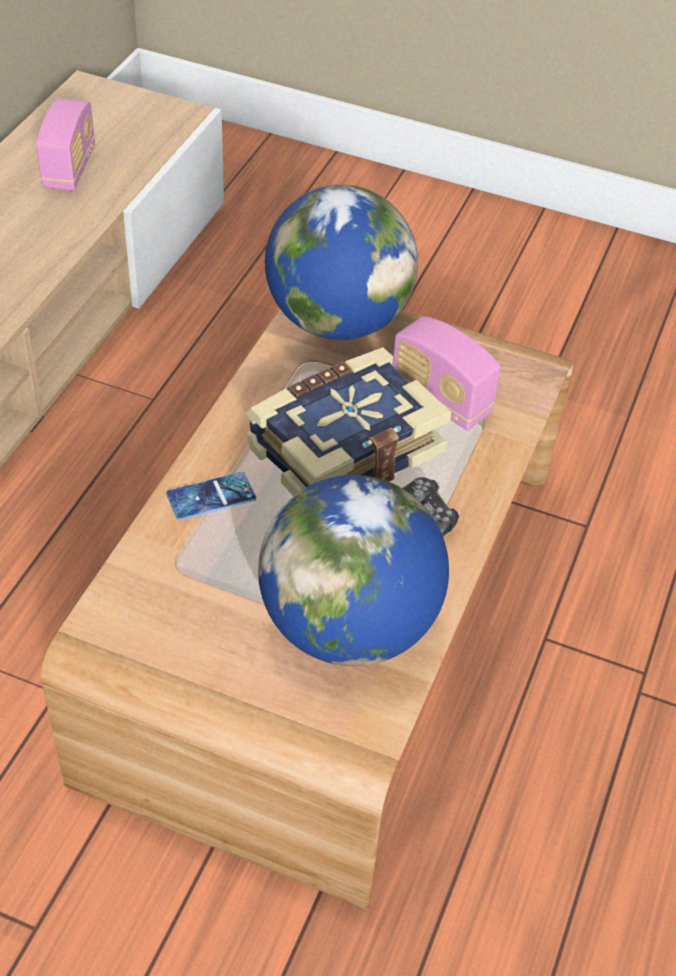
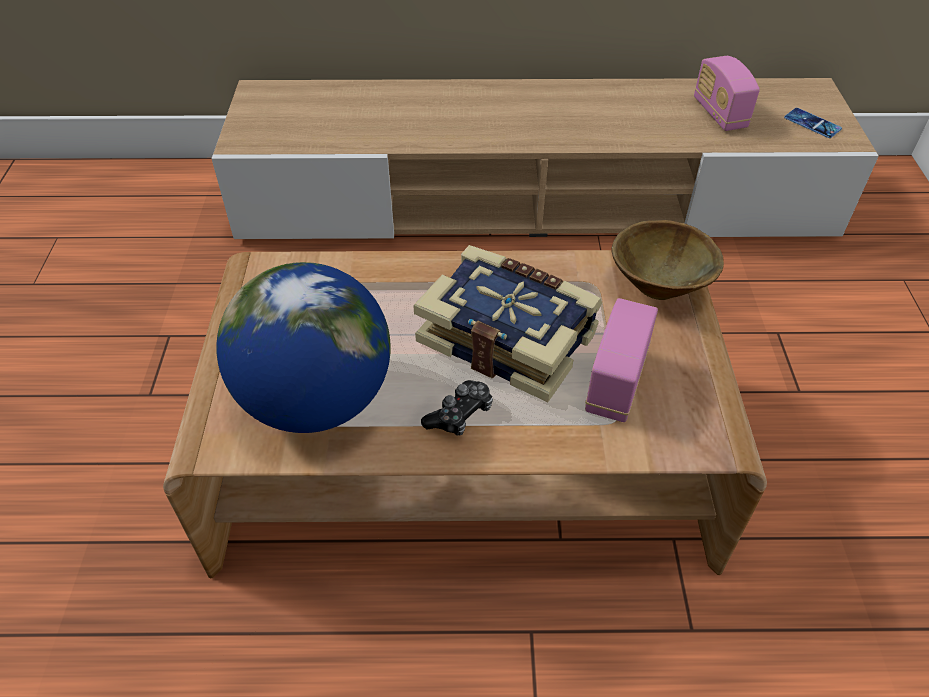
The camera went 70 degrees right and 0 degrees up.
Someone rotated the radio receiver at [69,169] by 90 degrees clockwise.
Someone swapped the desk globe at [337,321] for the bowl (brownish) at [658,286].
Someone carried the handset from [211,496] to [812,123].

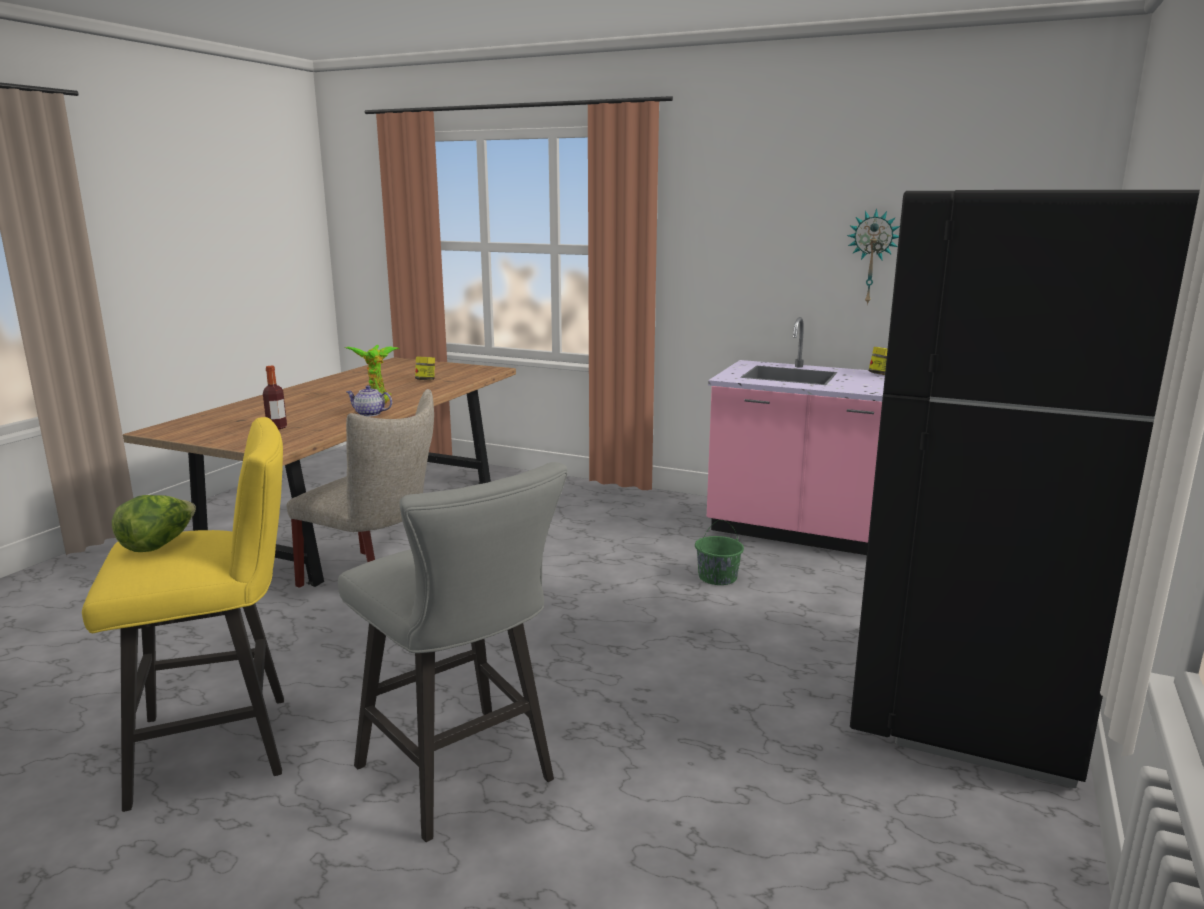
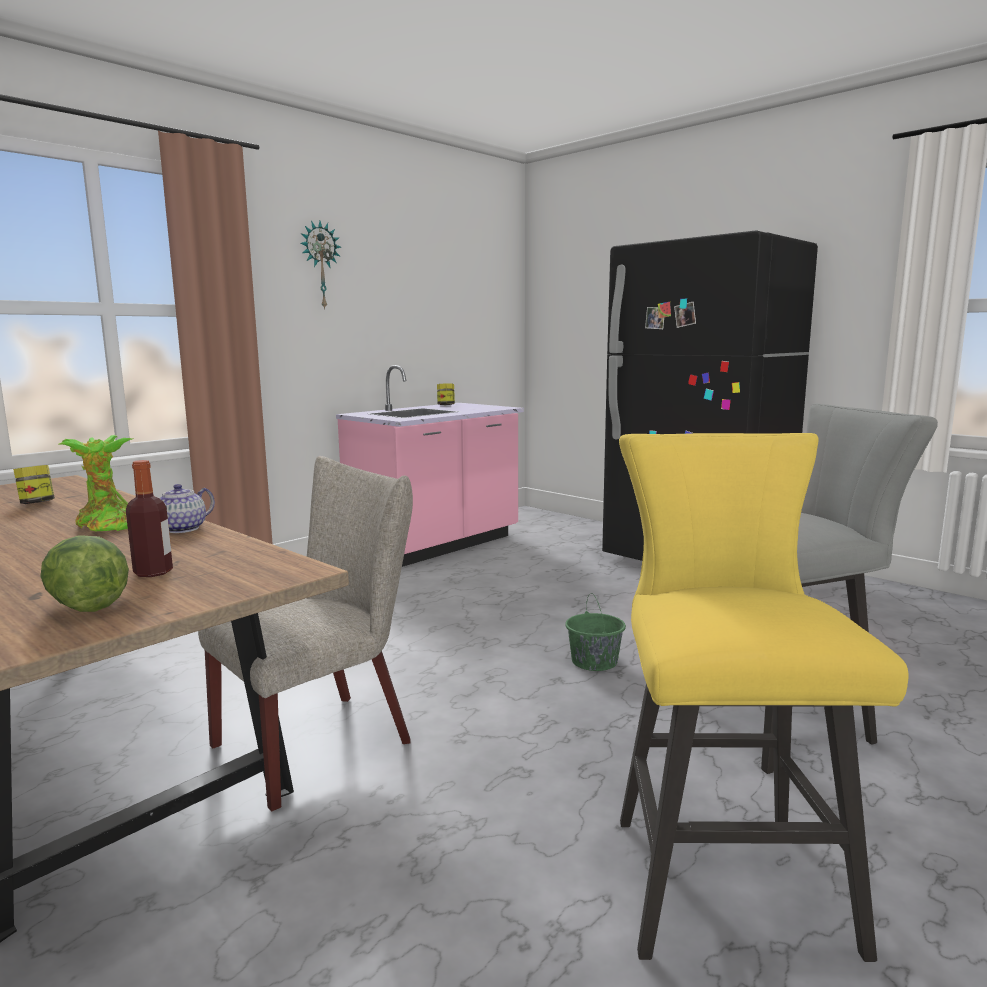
The camera went 70 degrees left and 5 degrees down.
Someone carried the wall clock from [872,257] to [320,265].
Someone carried the head of lettuce from [158,545] to [86,605].
Someone carried the bucket (green-coloured) from [717,577] to [594,662].

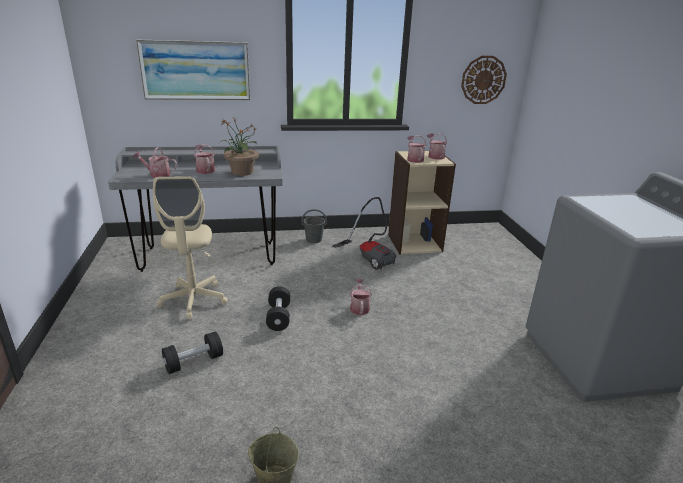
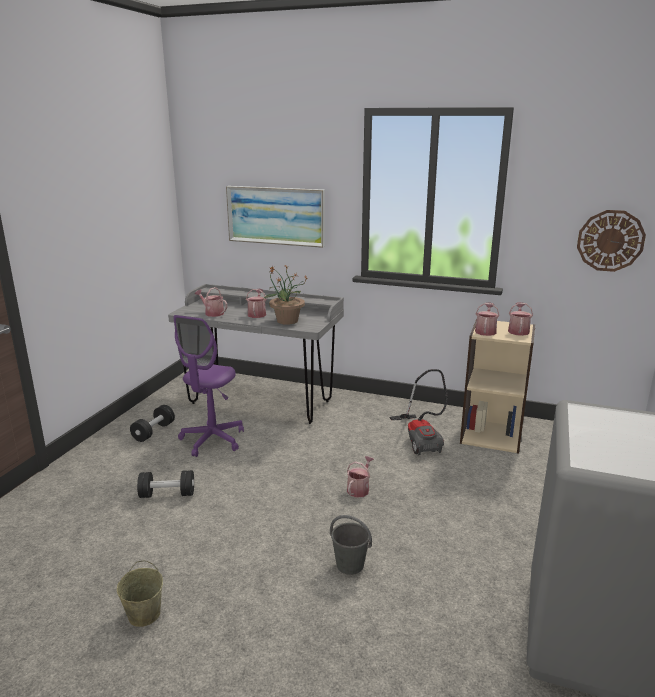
The camera went 30 degrees right and 5 degrees down.
Someone repainted the computer chair (sand-coloured) at [194,300], which became the computer chair (purple-coloured) at [212,440].
Someone carried the bucket (grey) from [314,240] to [350,565].
Someone carried the free weight (blackish) from [278,317] to [154,432].

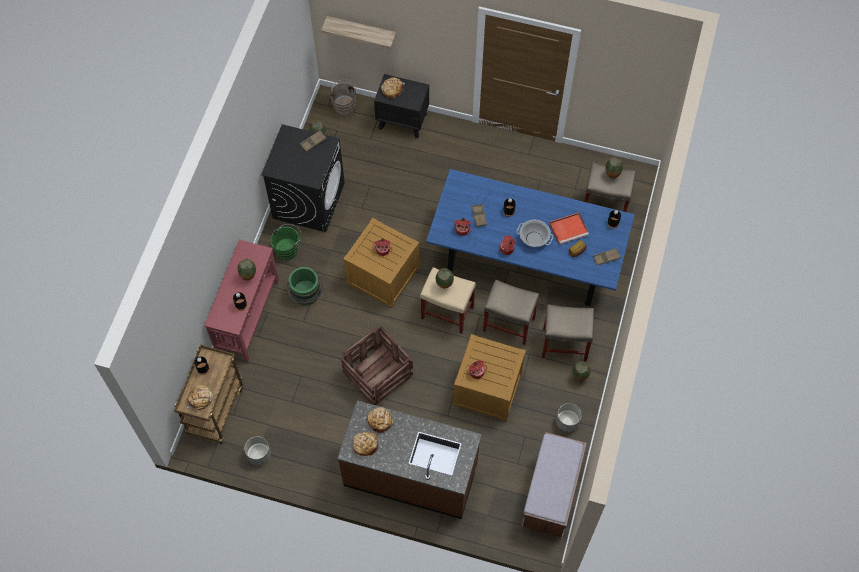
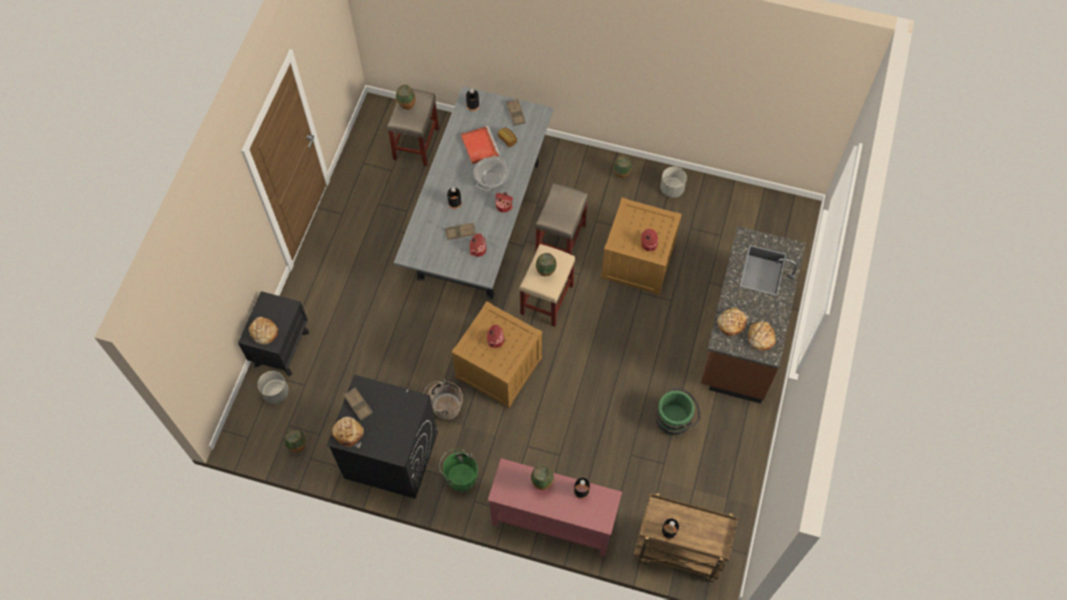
The camera went 90 degrees left and 0 degrees up.
Someone took away the wall shelf at [361,30].
Someone carried the bucket (brownish) from [344,105] to [444,407].
Someone repainted the dinner table (blue) at [526,258], which became the dinner table (grey) at [479,220].
Someone carried the bucket (green-coloured) from [306,295] to [676,418].
Someone took away the stool (sand-coloured) at [563,344].
Someone took away the crate at [377,375].
Someone carried the bread from [201,399] to [349,433].
Someone took away the bench (brownish) at [551,494].
Someone carried the planter (grey) from [259,455] to [276,393].

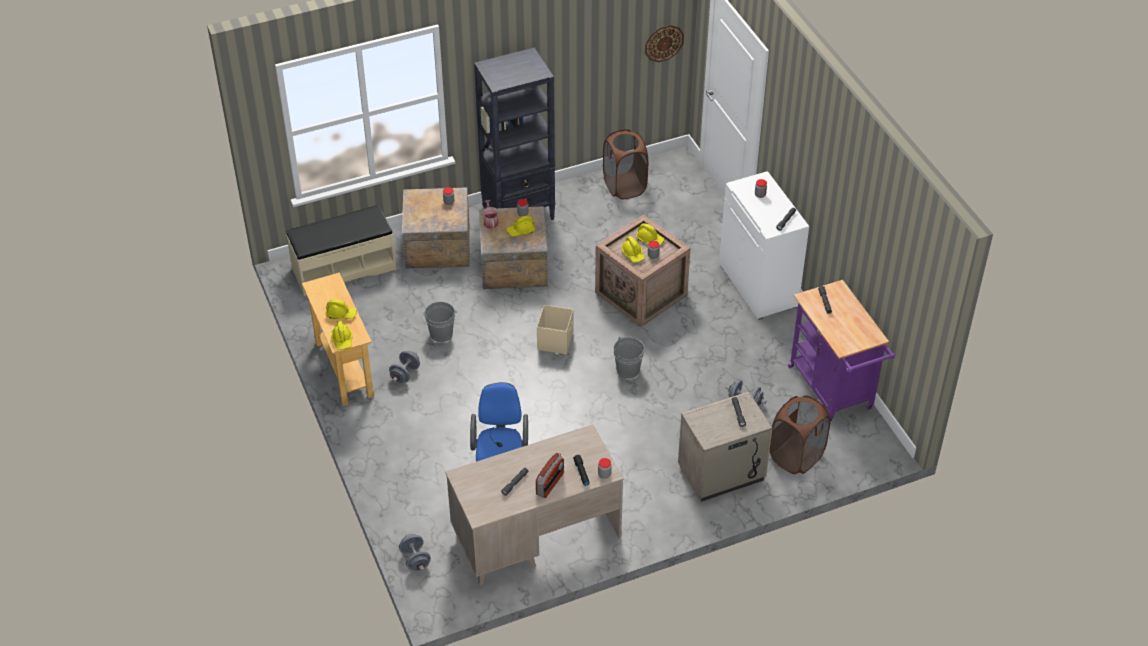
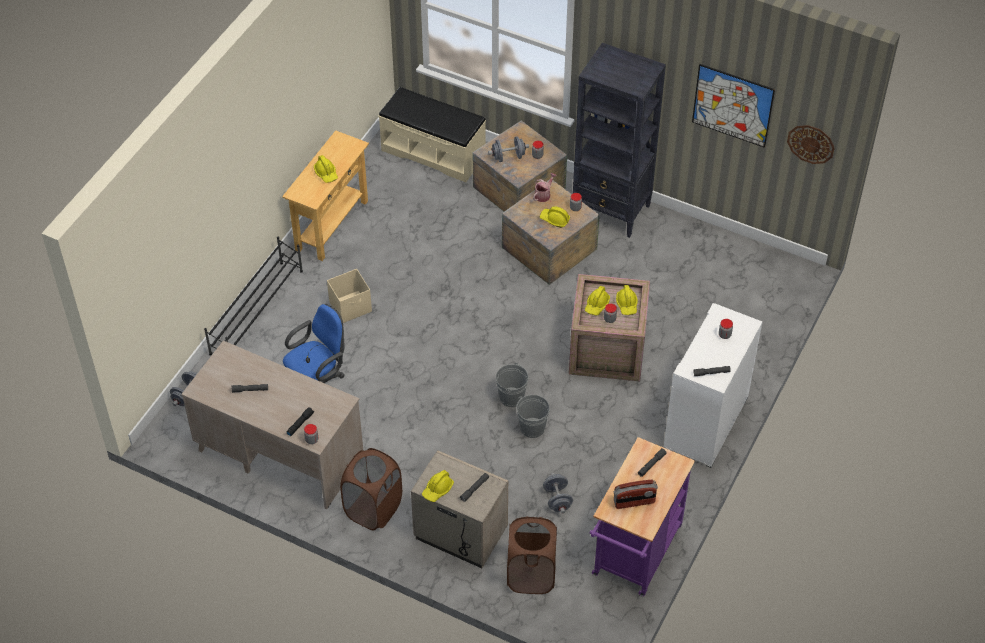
The camera went 50 degrees right and 5 degrees up.
Someone carried the laundry basket (brownish) from [624,186] to [373,509].
Someone carried the bucket (grey) from [441,334] to [532,427].
Someone carried the storage bin (sand-coloured) from [555,340] to [351,307].
Someone carried the safety helmet (yellowish) from [342,340] to [437,489].
Someone carried the free weight (grey) from [405,374] to [508,157].
Someone carried the radio receiver from [550,484] to [634,502].
Someone put up the picture at [732,105].
Someone put down the shoe rack (blackish) at [257,311].

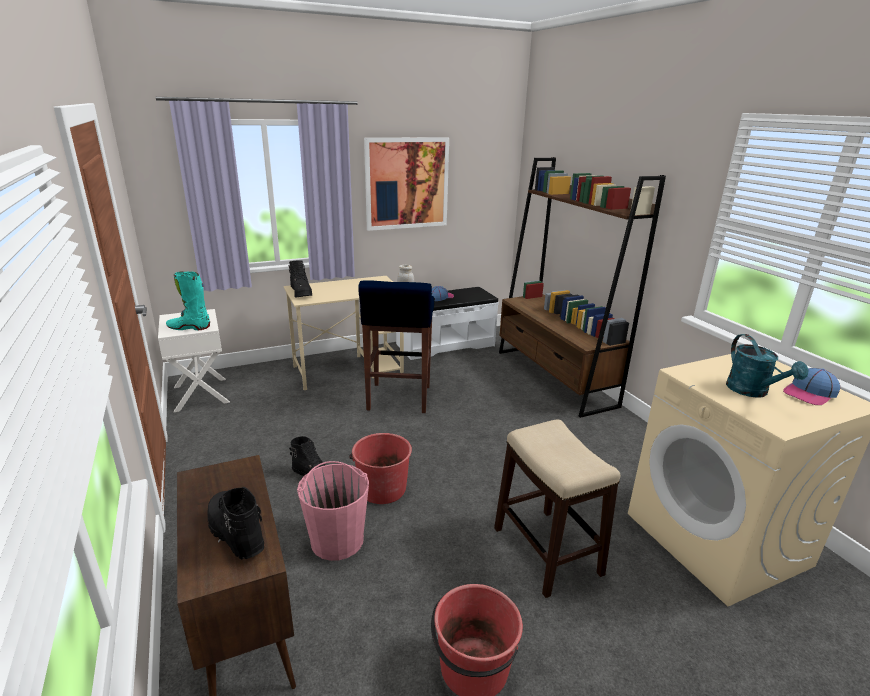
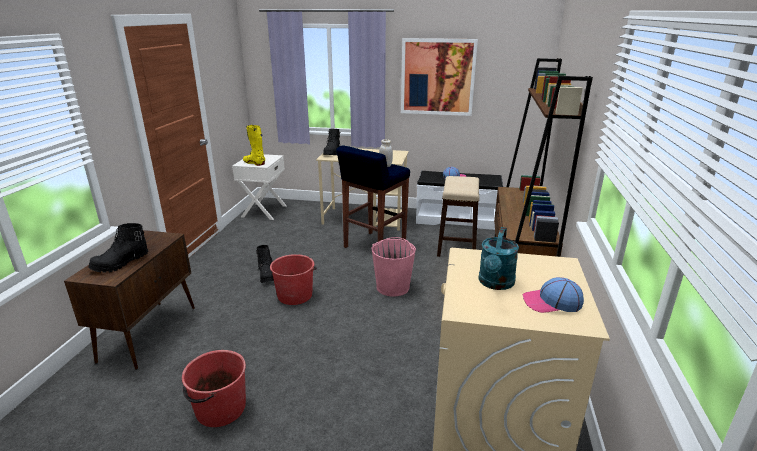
The camera went 35 degrees right and 0 degrees up.
Someone repainted the tall boot (blue-green) at [189,328], which became the tall boot (yellowish) at [254,163].
Someone carried the stool from [547,551] to [457,246].
Someone carried the bucket (pink) from [337,539] to [393,287].
Someone rotated the tall boot (blackish) at [235,534] by 135 degrees counterclockwise.

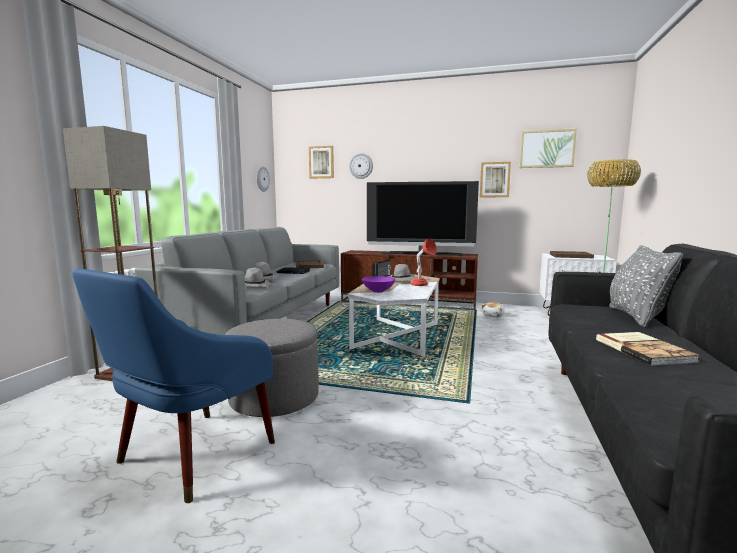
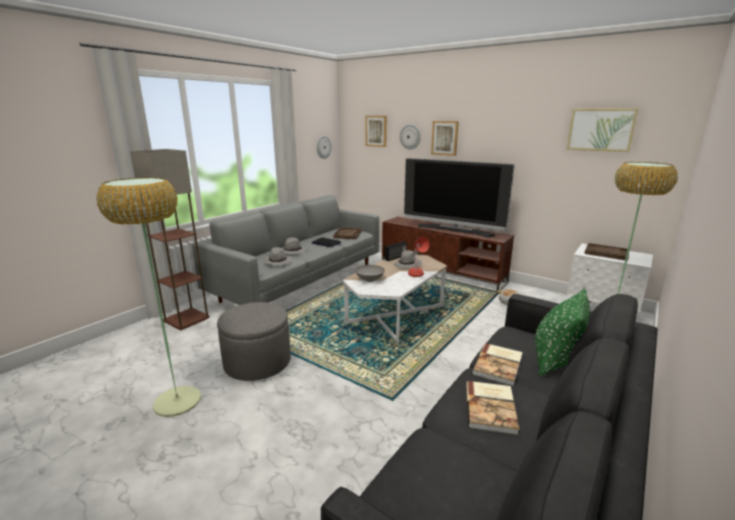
The camera went 20 degrees right and 10 degrees up.
Someone carried the picture from [494,179] to [444,138].
Someone repainted the pillow (grey) at [636,317], which became the pillow (green-coloured) at [556,360].
Someone swapped the lounge chair (blue) at [189,457] for the standard lamp at [177,401].
Someone repainted the bowl (purple-coloured) at [378,291], which became the bowl (grey) at [370,280].
Someone put down the volume at [499,365].

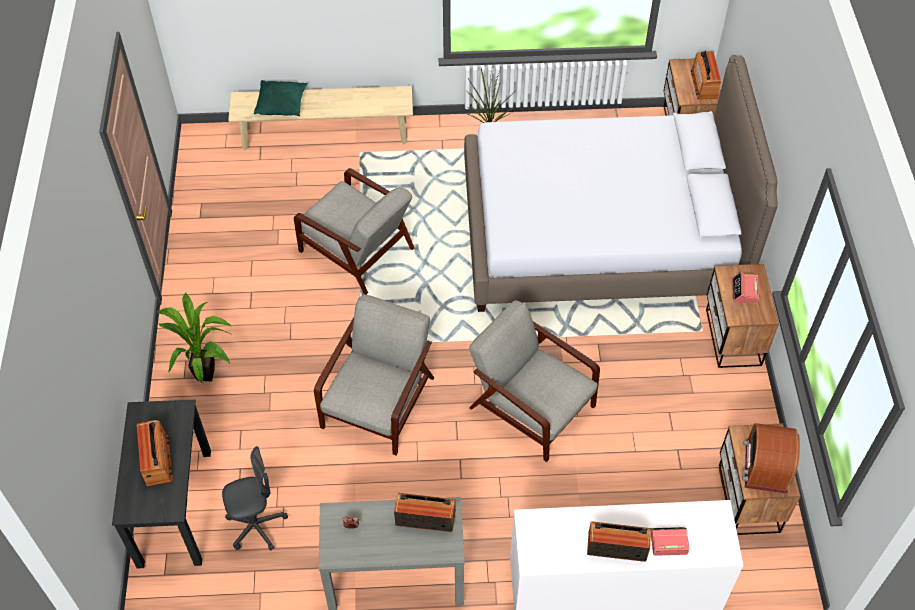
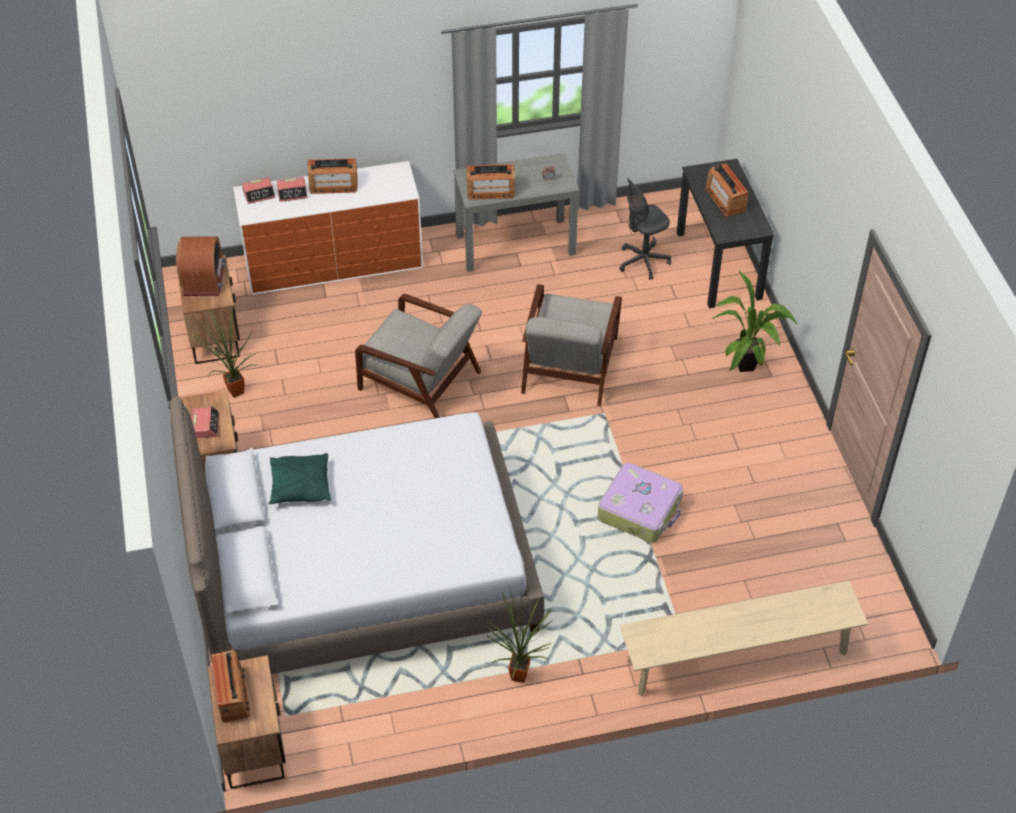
The camera went 170 degrees right and 5 degrees down.
Someone carried the pillow (green-coloured) from [281,104] to [300,486].
Someone swapped the lounge chair (grey) at [358,251] for the suitcase at [640,510].
Someone put down the alarm clock at [259,194].
Someone put down the potted plant at [233,393].

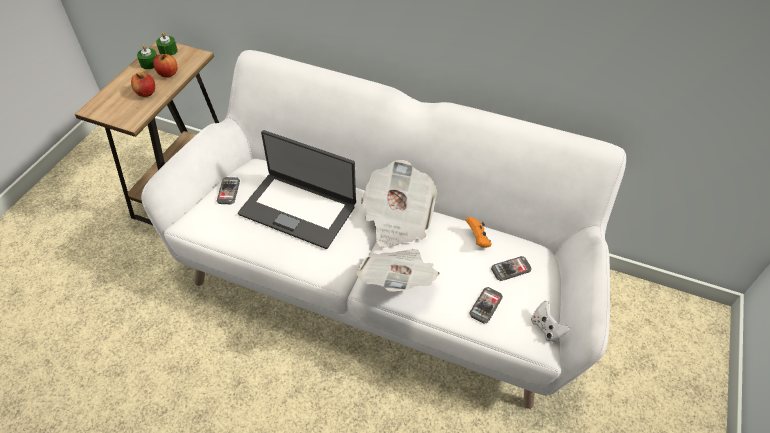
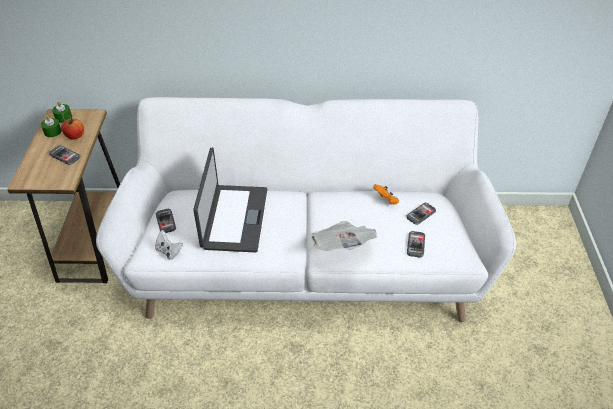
The camera went 20 degrees left and 5 degrees down.
Someone swapped the apple at [146,93] for the handset at [65,156].
Someone rotated the laptop at [298,209] by 90 degrees counterclockwise.
Someone took away the printed paper at [397,219].
Someone carried the gamepad (white) from [546,328] to [169,251].

